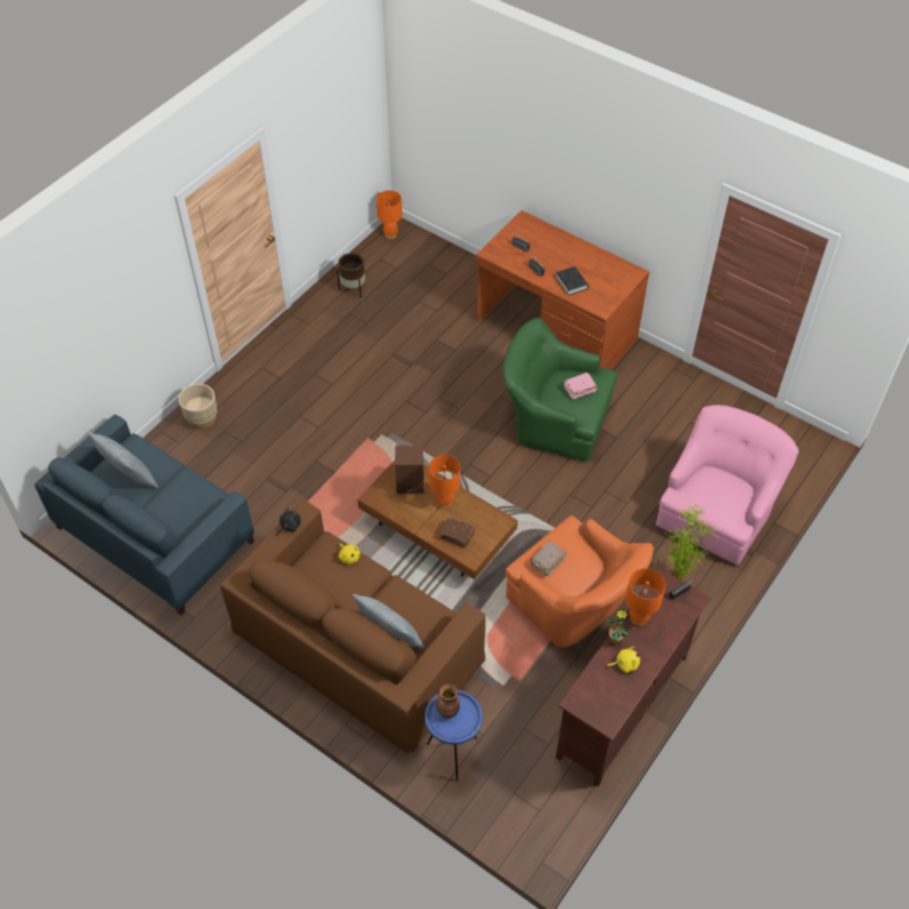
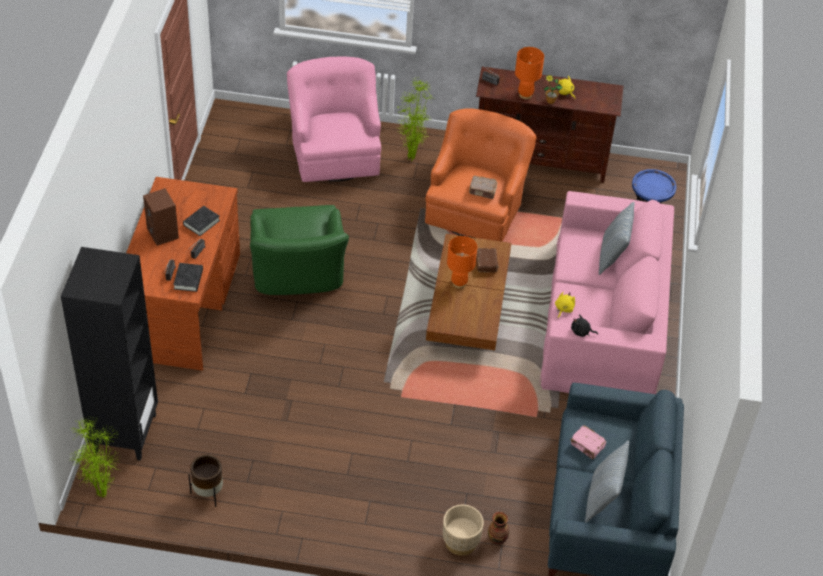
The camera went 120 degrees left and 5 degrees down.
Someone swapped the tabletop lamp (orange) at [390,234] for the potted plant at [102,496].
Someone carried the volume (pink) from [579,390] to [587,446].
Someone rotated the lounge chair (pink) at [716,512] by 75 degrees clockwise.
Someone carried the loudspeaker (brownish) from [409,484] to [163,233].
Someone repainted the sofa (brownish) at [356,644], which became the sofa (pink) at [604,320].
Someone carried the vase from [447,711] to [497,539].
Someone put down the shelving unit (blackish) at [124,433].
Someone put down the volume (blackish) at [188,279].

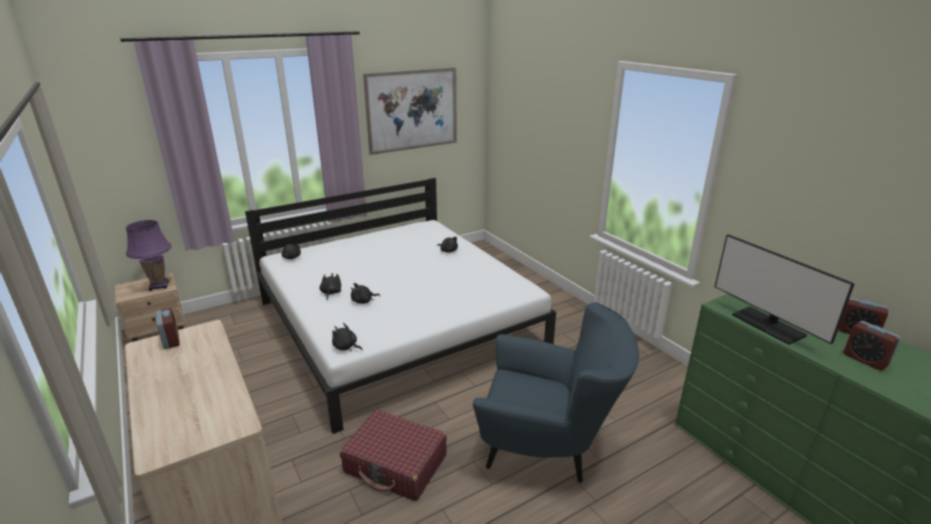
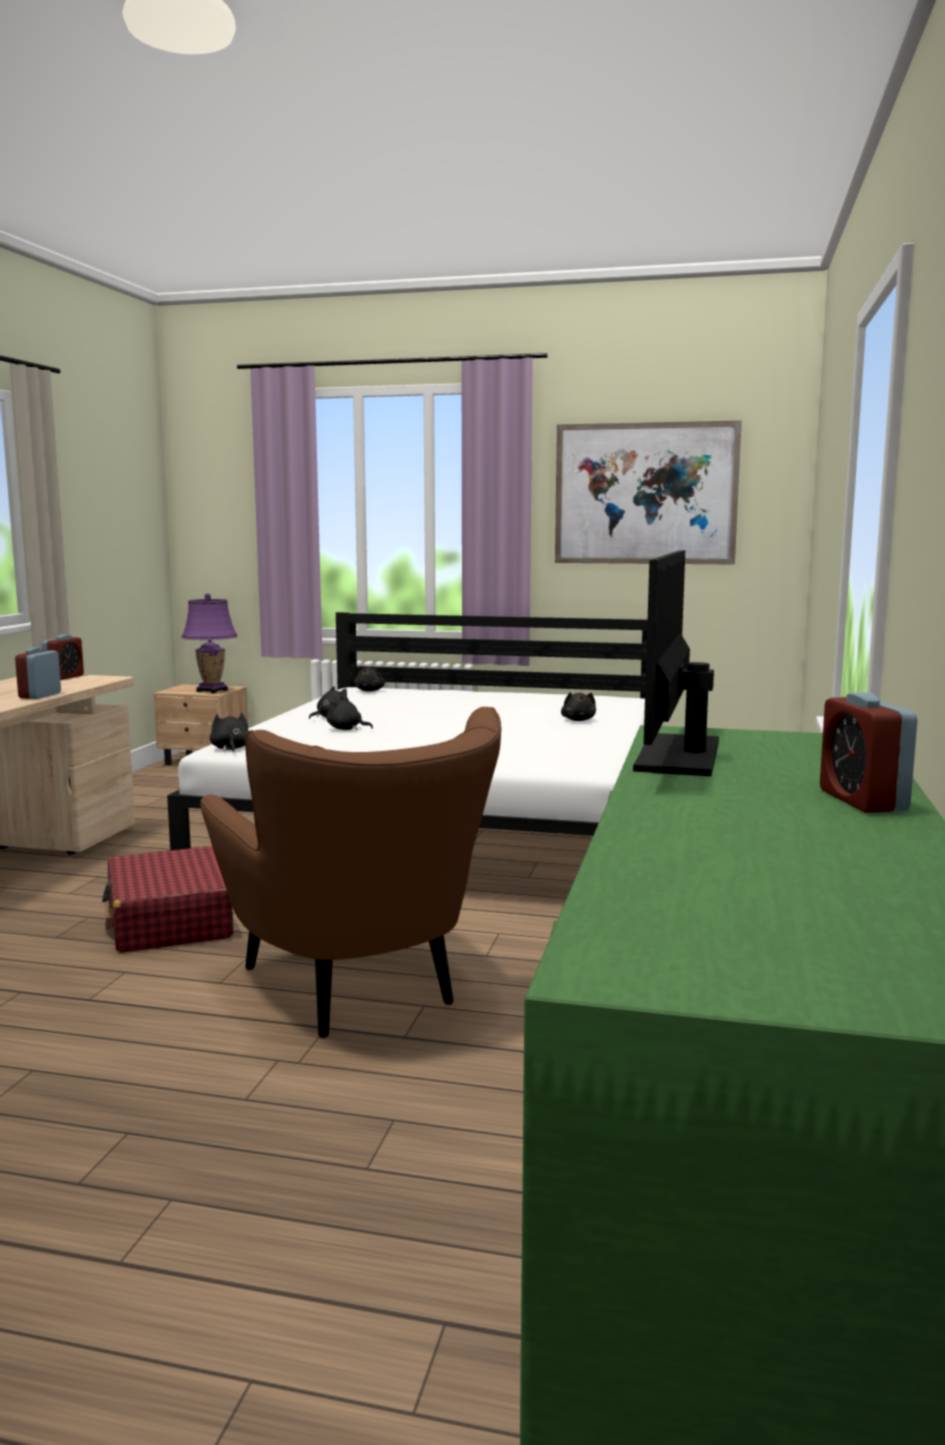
The camera went 45 degrees right and 15 degrees down.
Someone repainted the lounge chair (blue) at [547,449], which became the lounge chair (brownish) at [357,991].
Someone carried the alarm clock from [865,360] to [40,695].

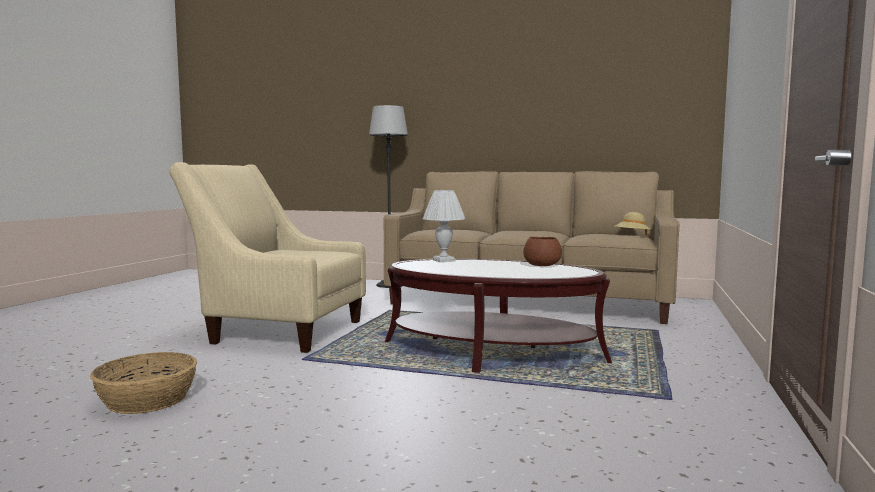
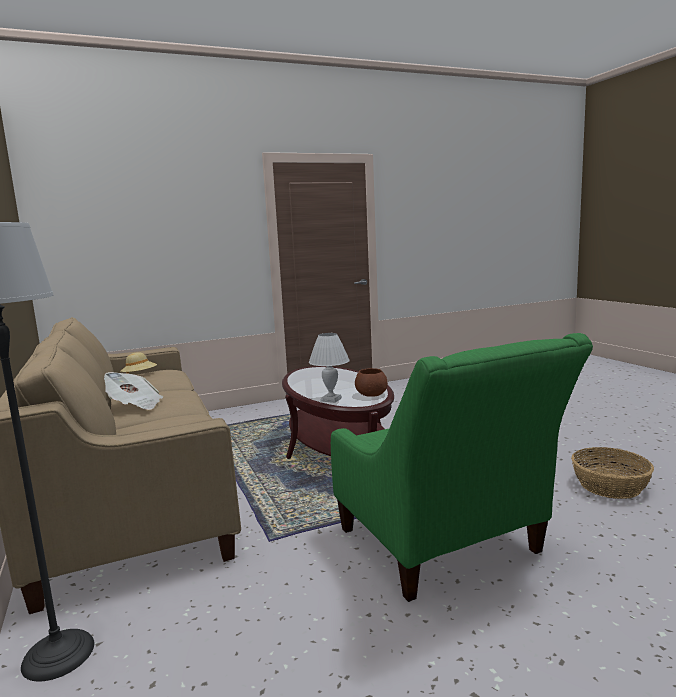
The camera went 130 degrees left and 5 degrees up.
Someone repainted the lounge chair (sand-coloured) at [279,331], which became the lounge chair (green-coloured) at [446,548].
Someone carried the bowl (brownish) from [541,265] to [372,394].
Someone put down the printed paper at [134,405].

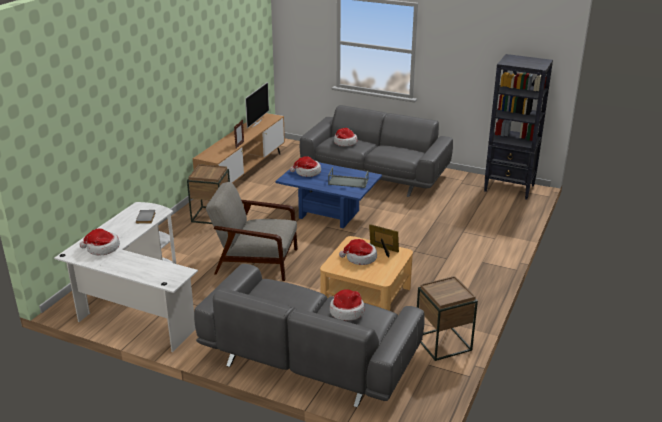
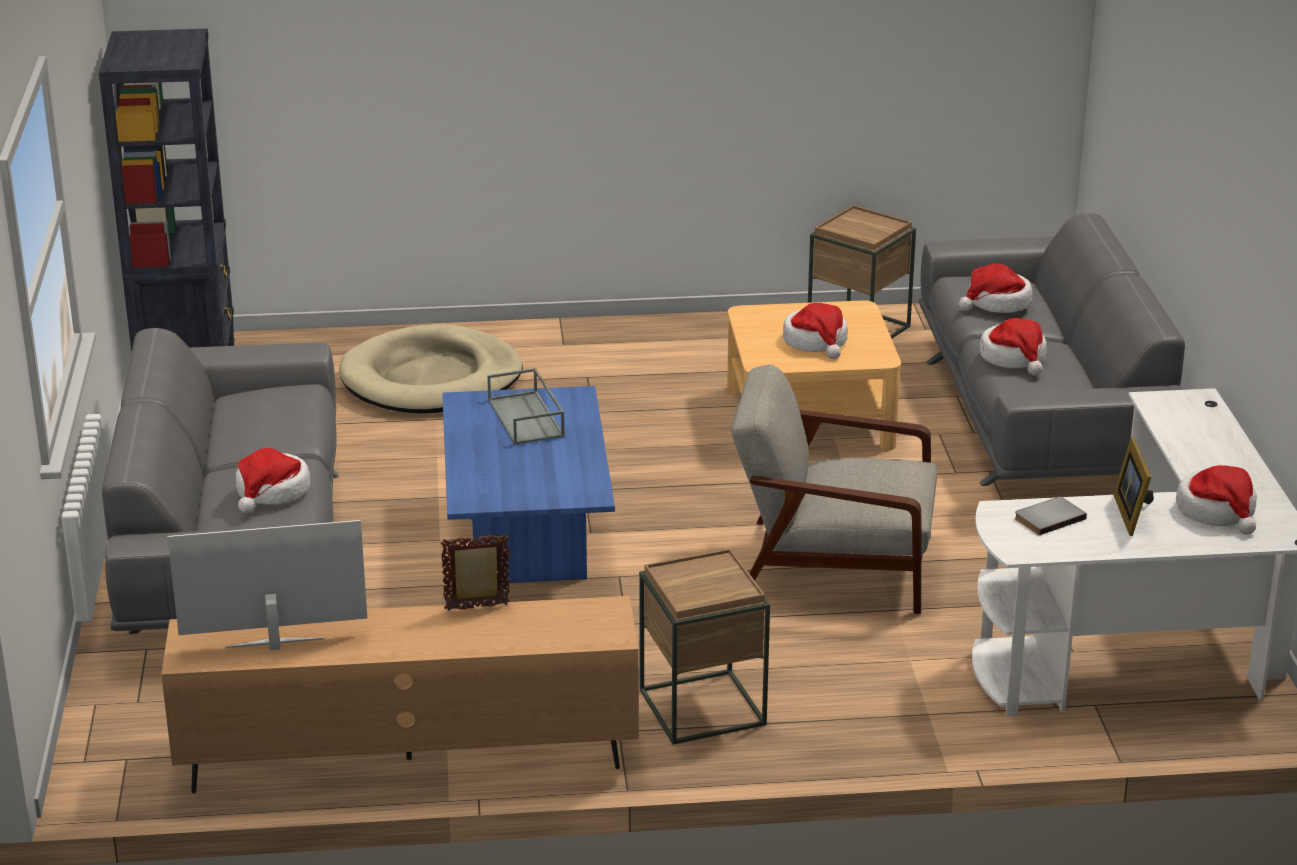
The camera went 120 degrees left and 0 degrees up.
Someone carried the wearable hat from [307,172] to [1014,358].
Someone rotated the lounge chair (grey) at [255,261] by 120 degrees clockwise.
Someone carried the photo frame from [383,250] to [1132,513].
Someone put down the dog cushion (sand-coloured) at [431,379].

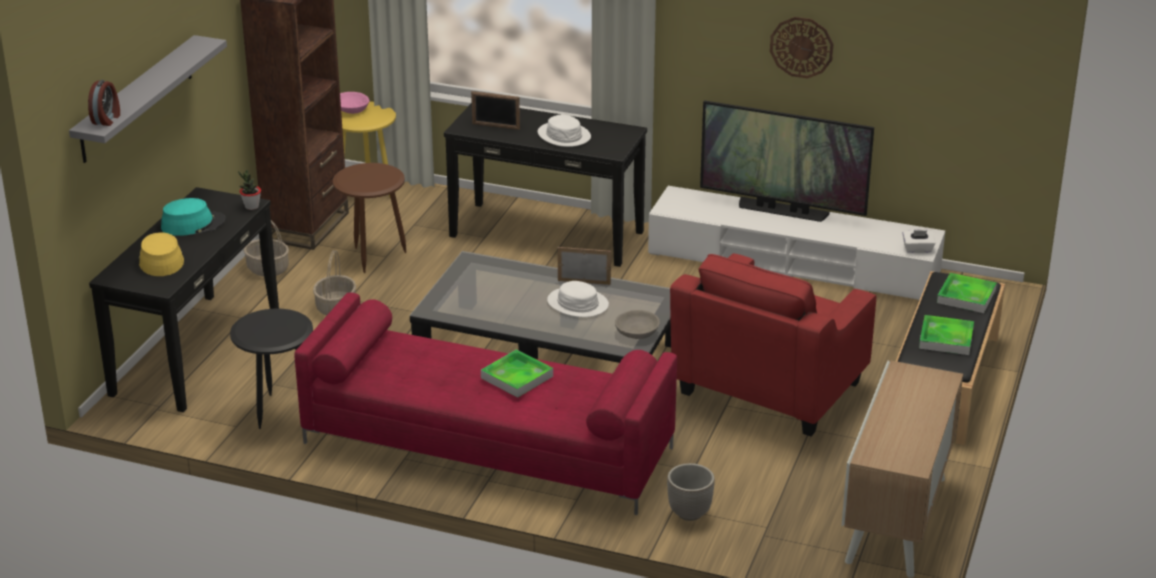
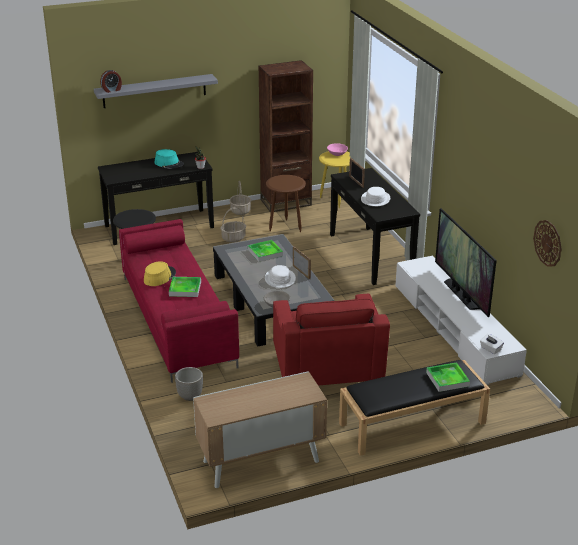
The camera went 50 degrees right and 0 degrees up.
Someone carried the wall clock from [801,47] to [548,243].
Someone carried the wearable hat (yellowish) from [160,260] to [159,277].
Someone rotated the lounge chair (red) at [768,388] by 90 degrees counterclockwise.
Someone carried the tray from [946,338] to [265,253].

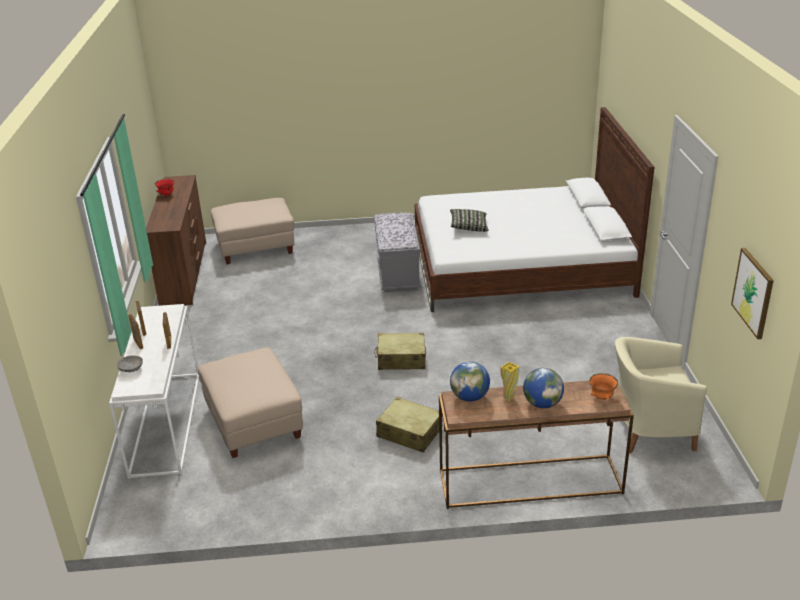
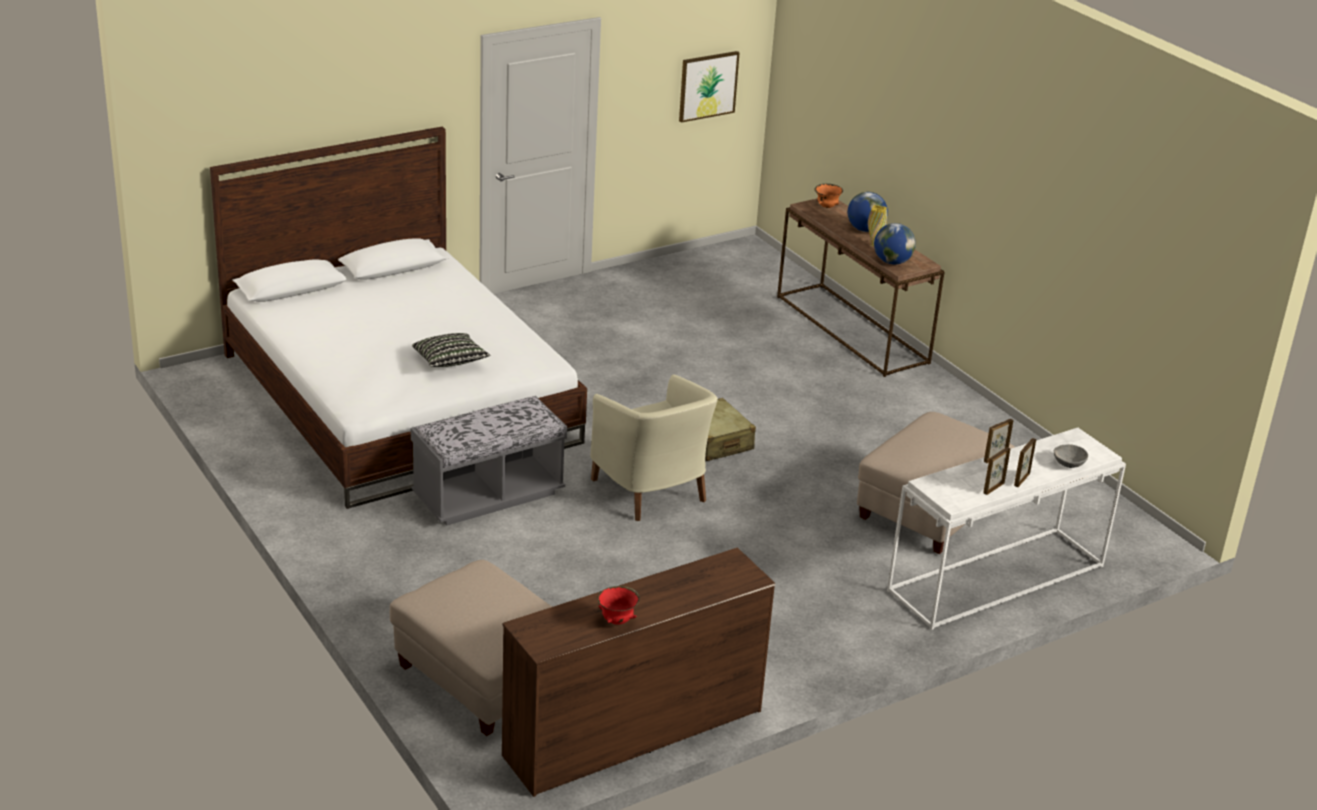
The camera went 120 degrees left and 0 degrees up.
Someone carried the lounge chair (sand-coloured) from [649,430] to [651,491].
Someone took away the suitcase (sand-coloured) at [409,433].

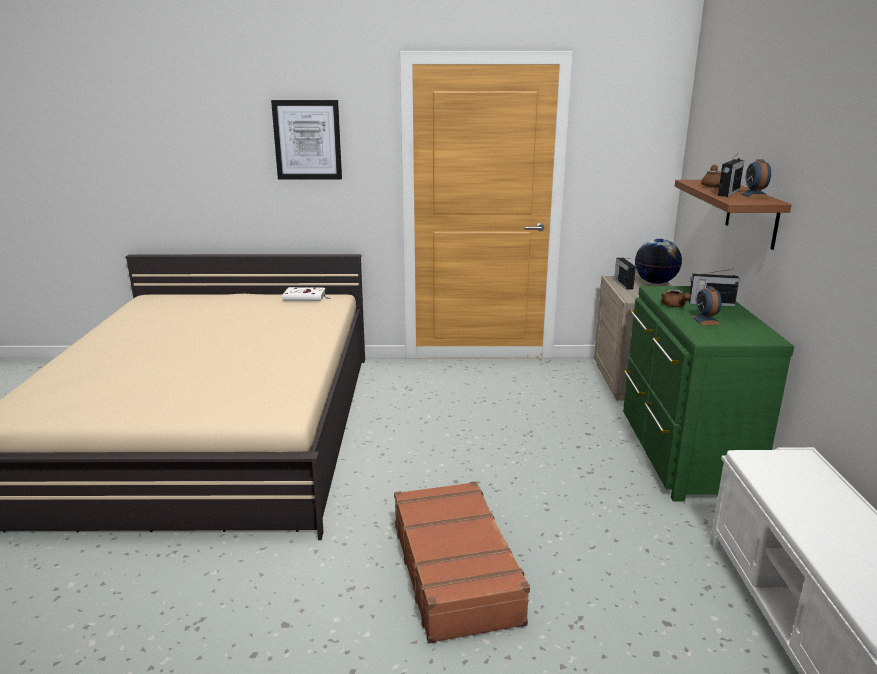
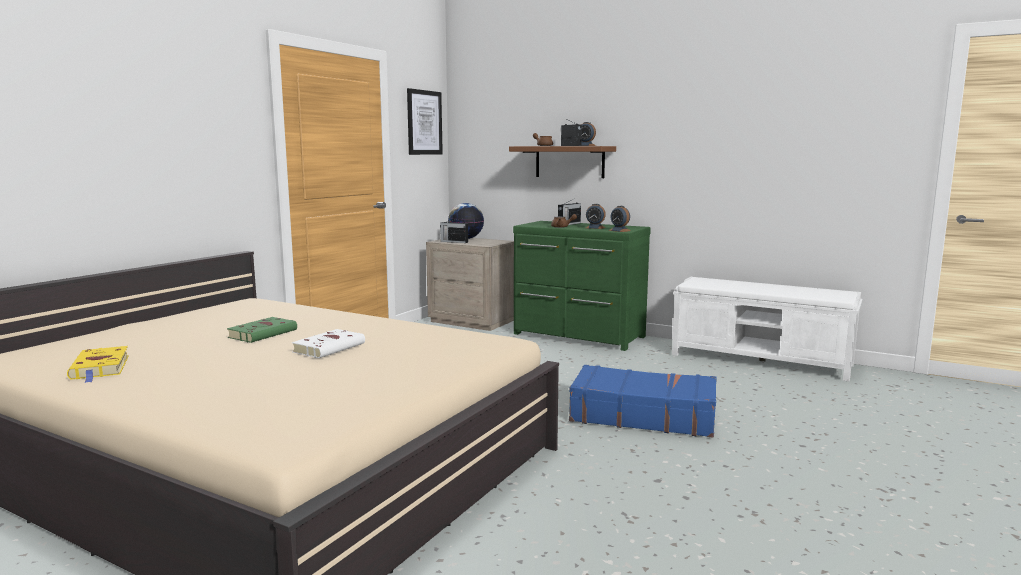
The camera went 60 degrees left and 10 degrees down.
Someone carried the picture from [307,140] to [424,122].
Someone carried the volume (white) from [306,297] to [330,347].
Someone repainted the suitcase (brownish) at [456,571], which became the suitcase (blue) at [642,415].
Someone put down the alarm clock at [619,230].
Someone put down the volume (green-coloured) at [264,333].
Someone put down the volume (yellowish) at [100,368].

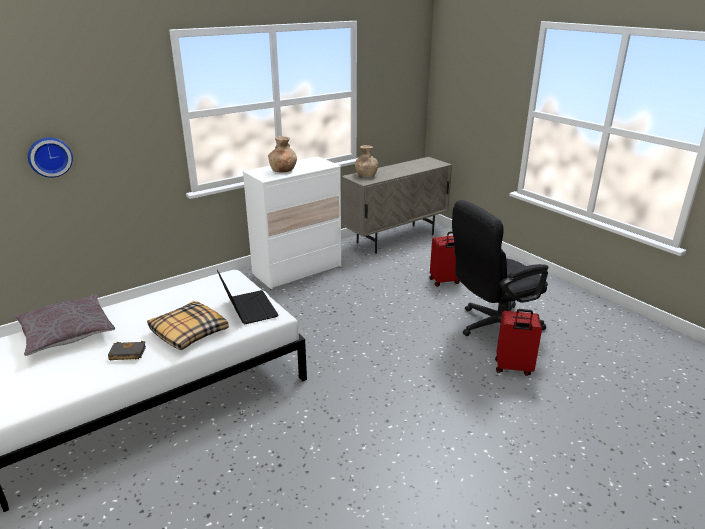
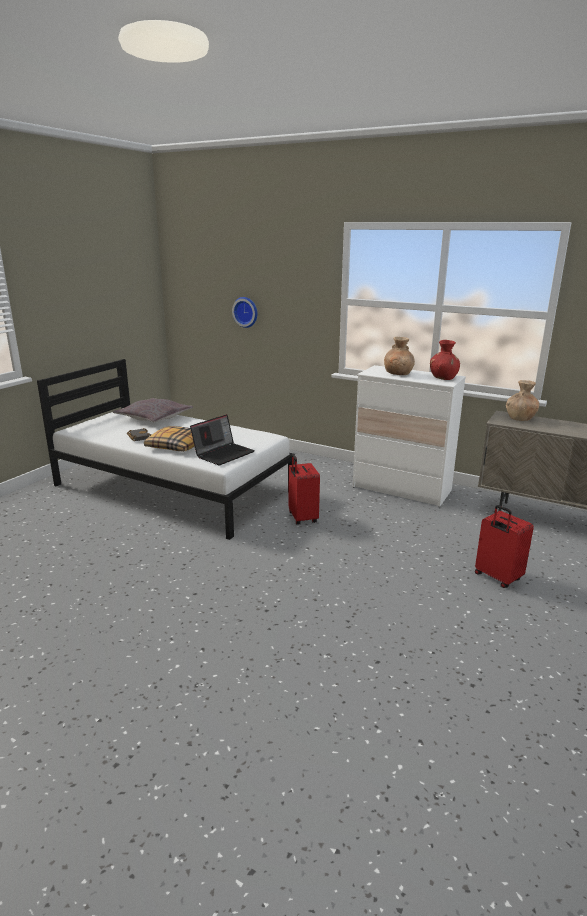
The camera went 65 degrees right and 5 degrees down.
Someone took away the computer chair (blackish) at [492,327].
Someone carried the suitcase (red) from [513,368] to [302,518].
Someone put down the vase (red) at [443,378].

